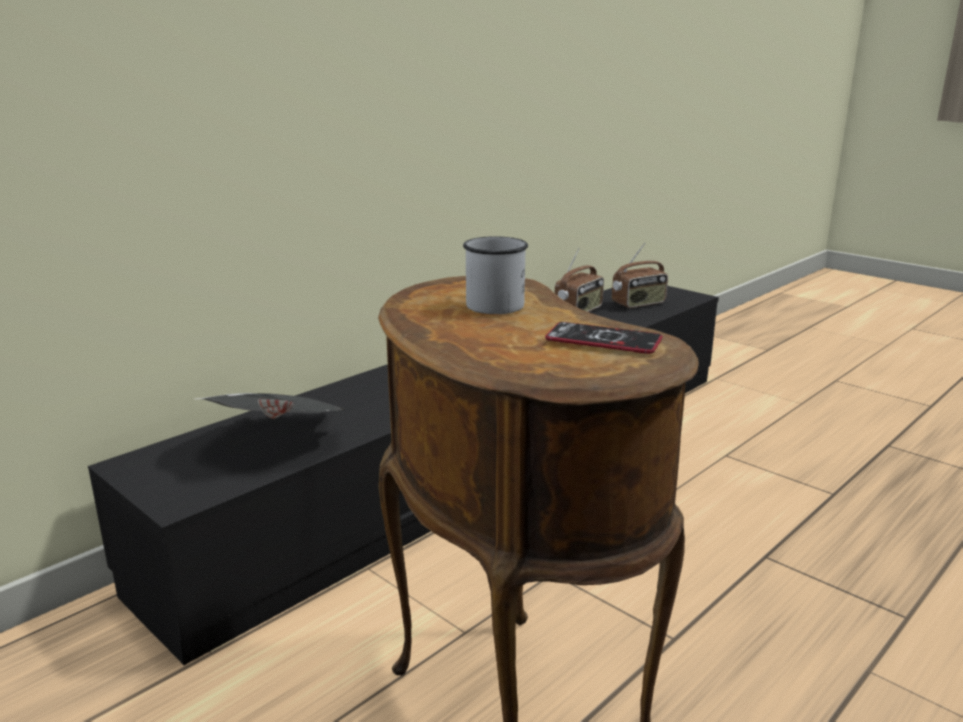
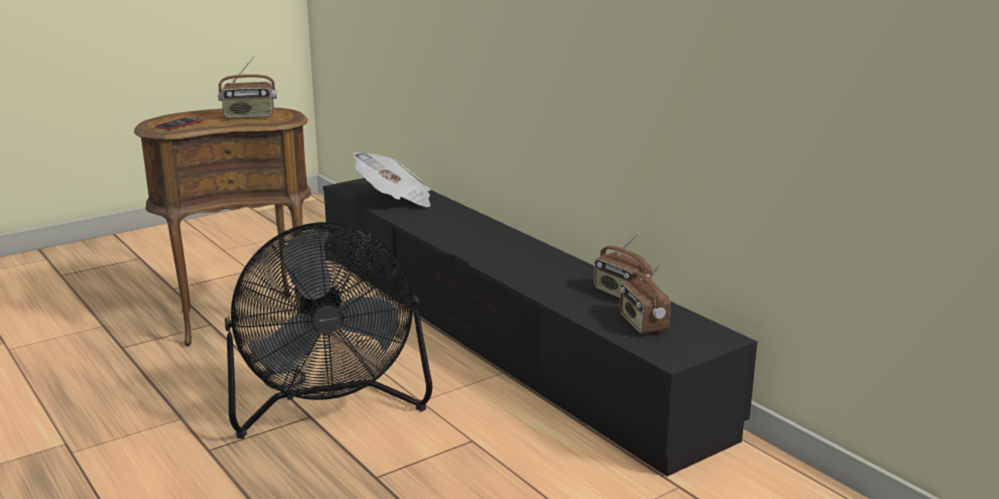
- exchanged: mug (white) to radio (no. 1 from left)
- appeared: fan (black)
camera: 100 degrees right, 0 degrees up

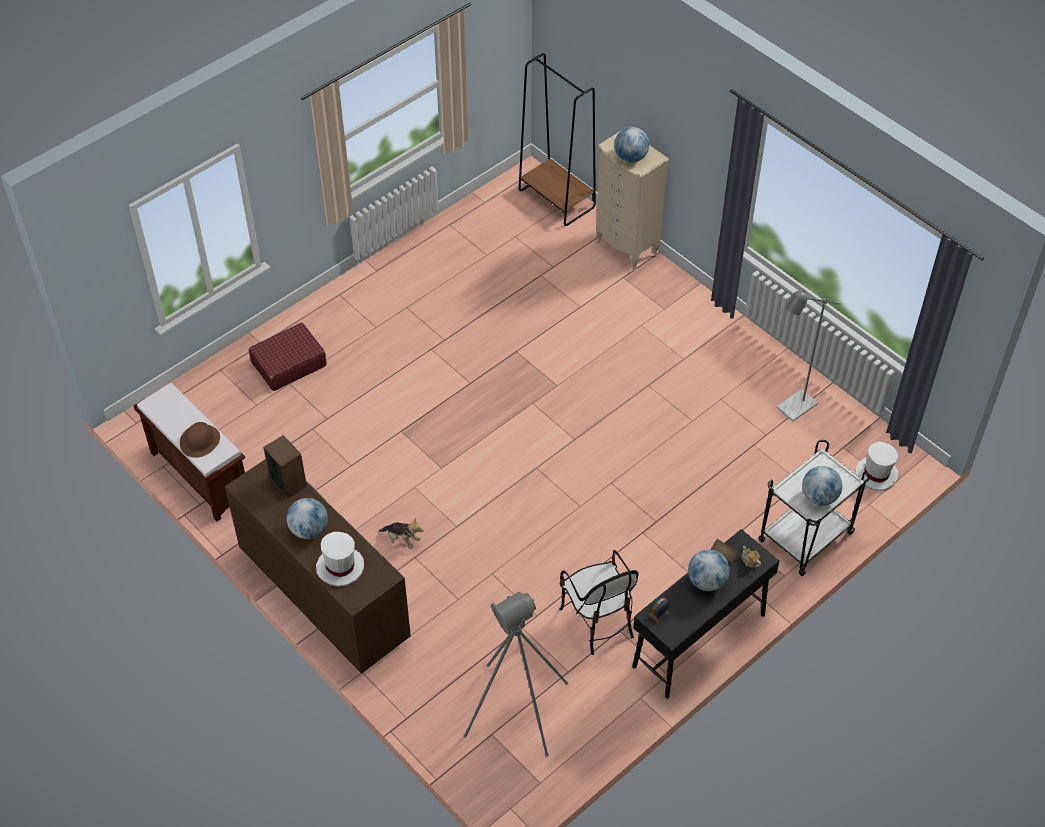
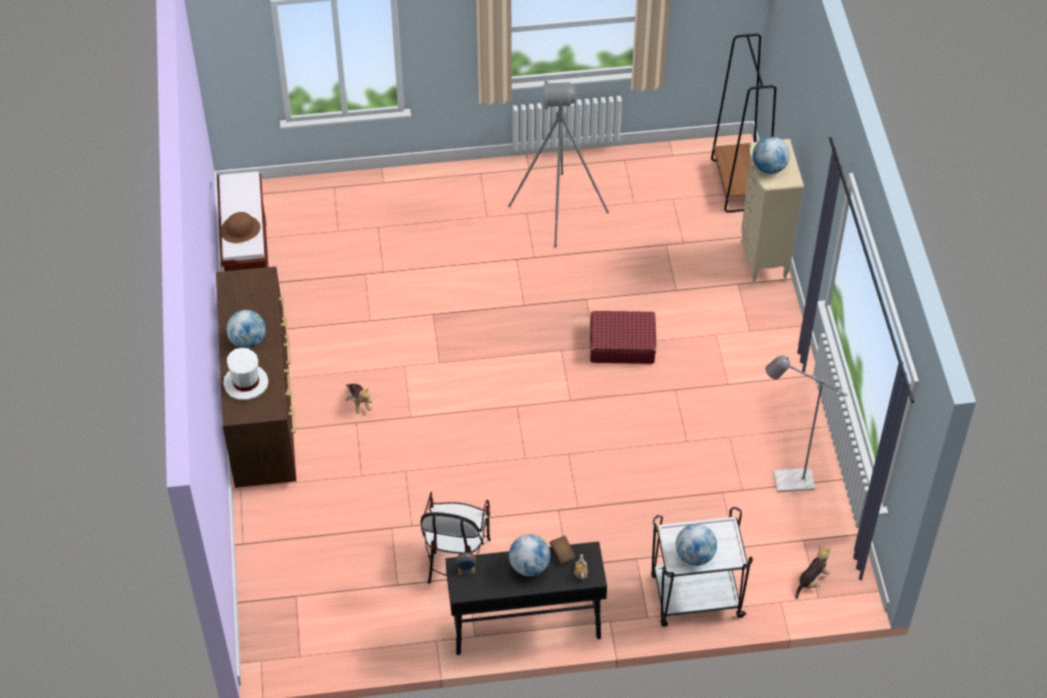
- relocated: suitcase (red)
- missing: speaker
- relocated: floor lamp (grey) (no. 1 from left)
- exchanged: hat (white) (no. 2 from left) to plush toy (no. 2 from left)
camera: 35 degrees right, 0 degrees up

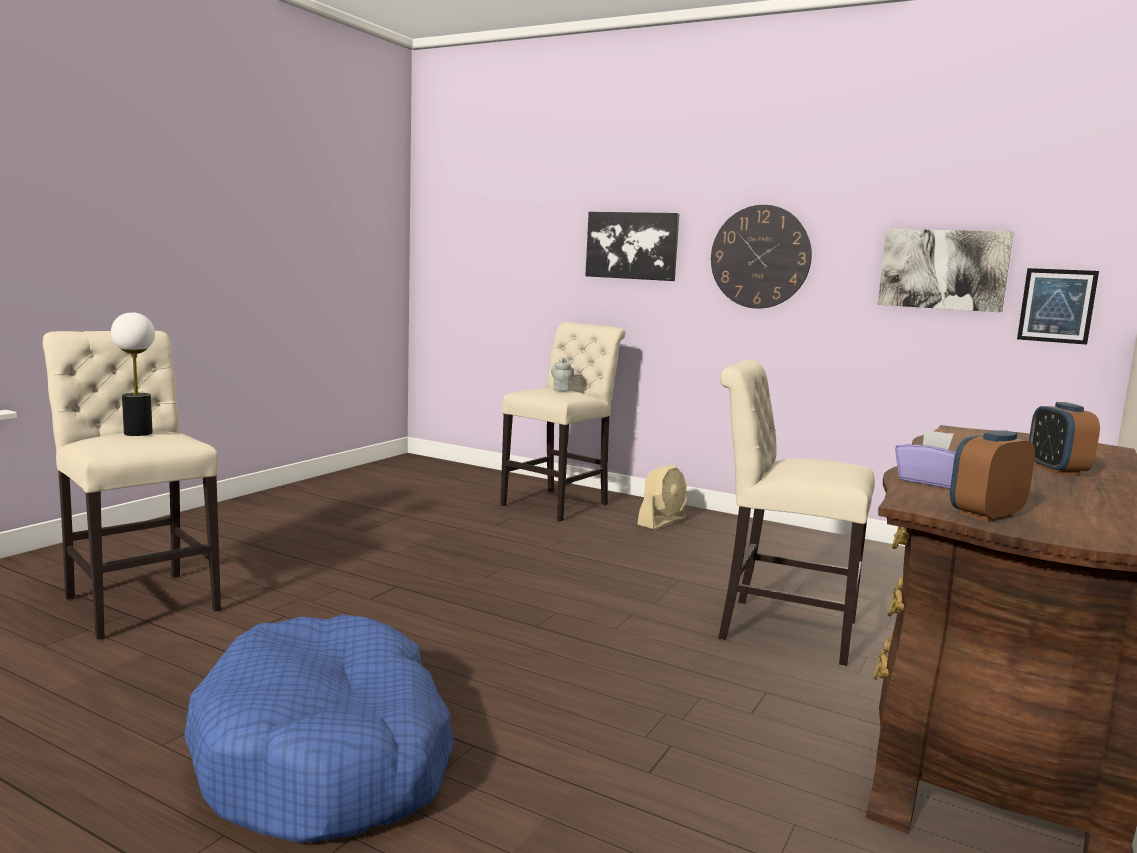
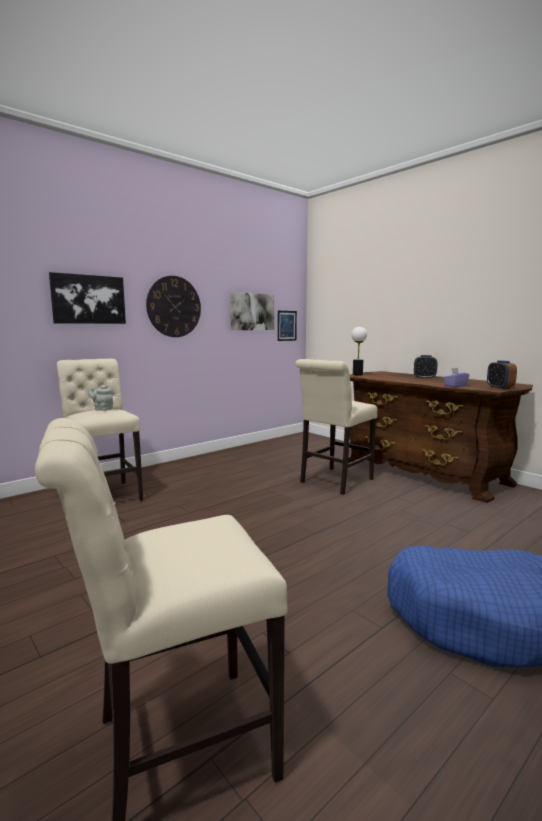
- relocated: table lamp
- missing: fan (beige)
camera: 70 degrees left, 0 degrees up

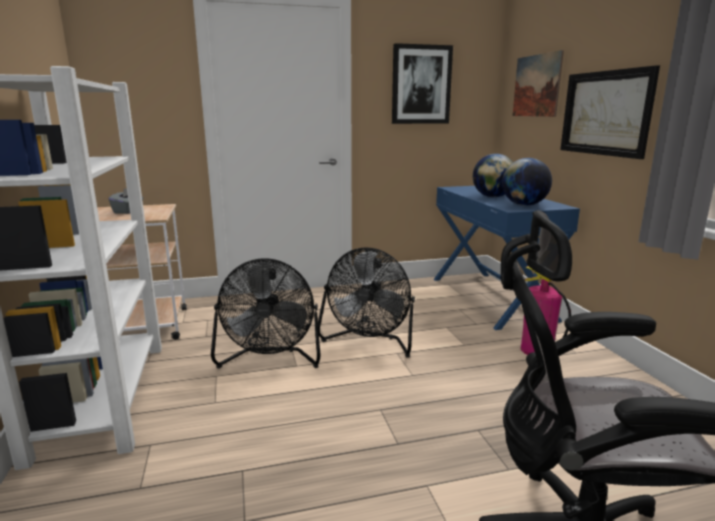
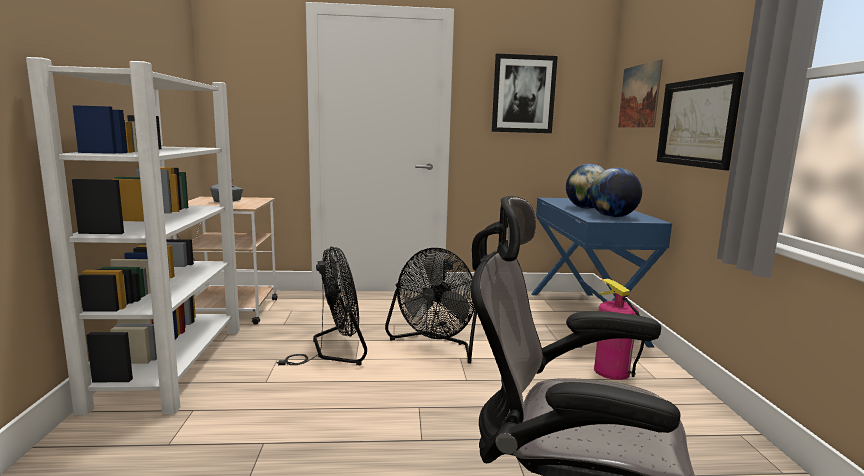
- spun: fan (black) (no. 1 from left) 120 degrees counterclockwise
camera: 10 degrees right, 5 degrees down

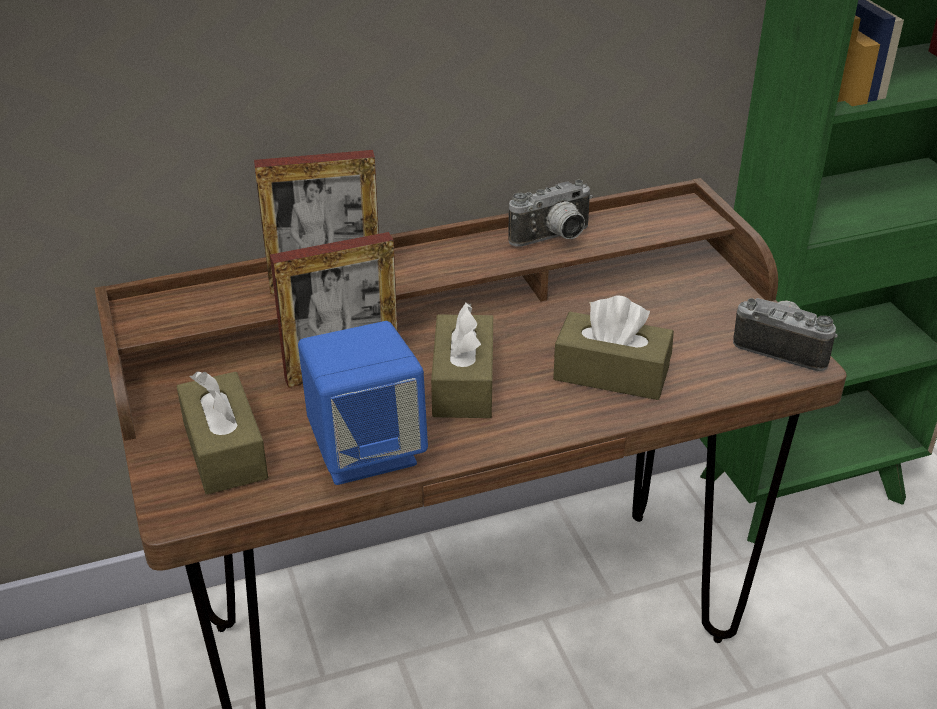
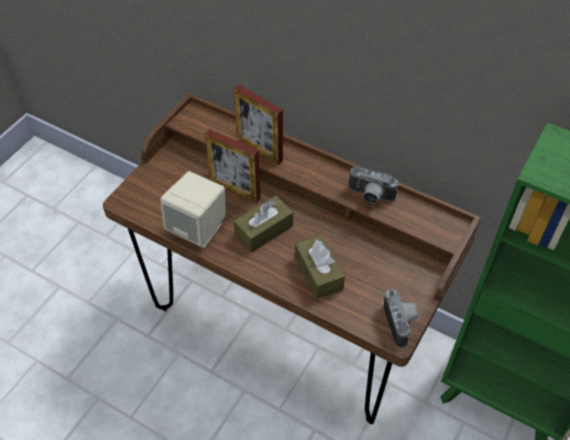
- missing: tissue box (brown) (no. 1 from left)
- colour: speaker (blue) to speaker (beige)
camera: 50 degrees right, 15 degrees up

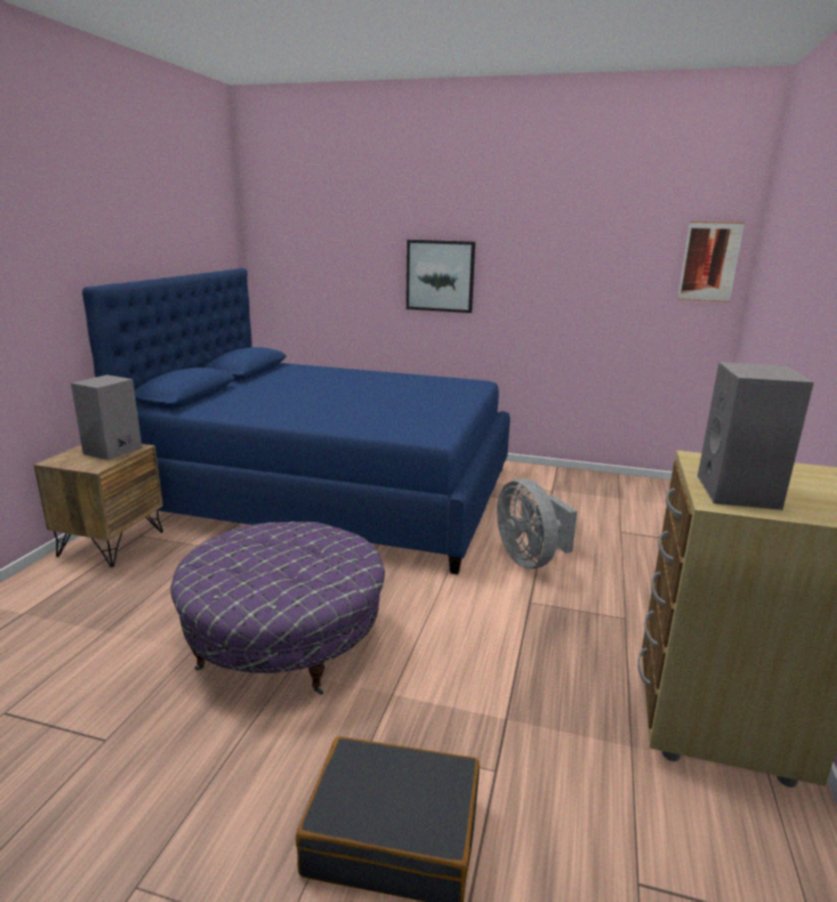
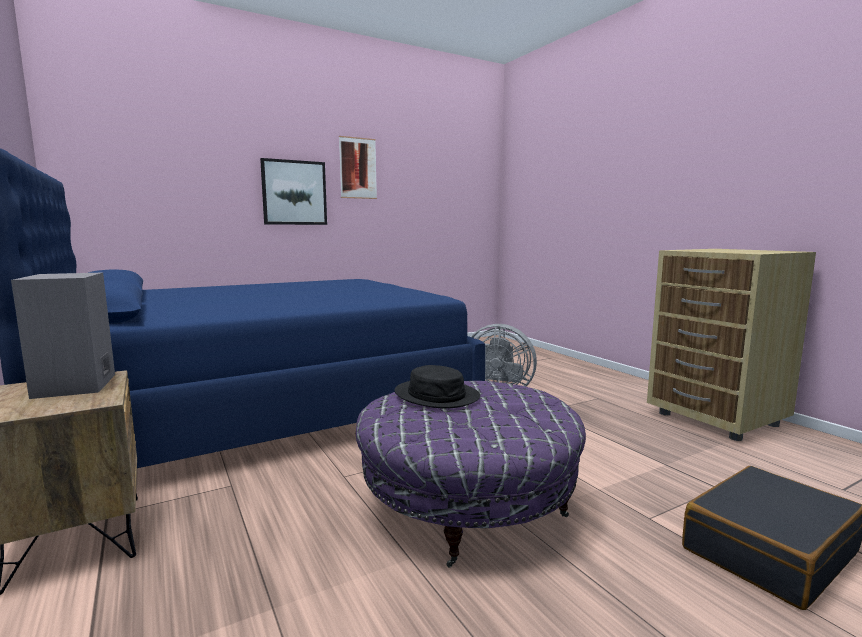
- relocated: picture (no. 2 from left)
- missing: speaker (grey) (no. 2 from left)
- appeared: hat (black)
camera: 45 degrees left, 10 degrees down

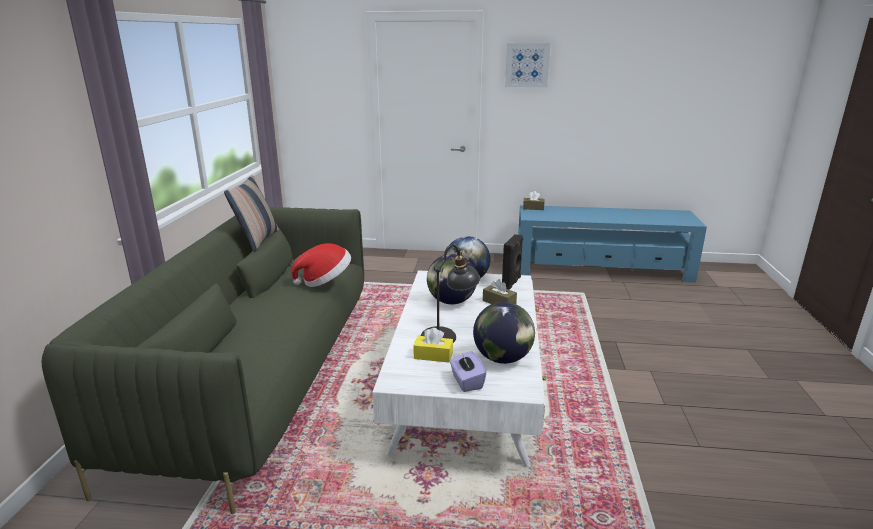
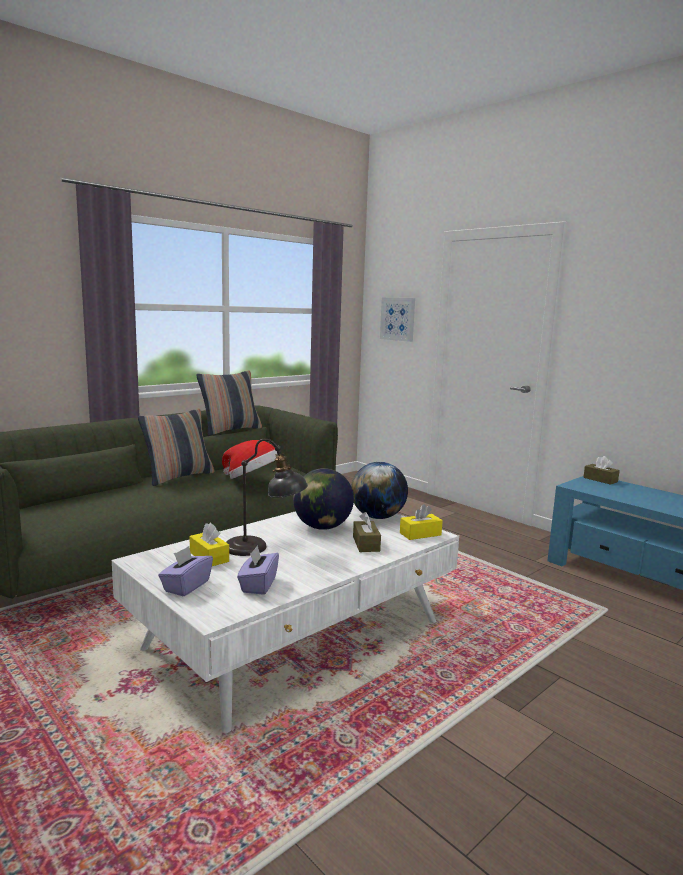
- exchanged: globe (no. 3 from left) to tissue box (purple) (no. 2 from left)
- exchanged: speaker (black) to tissue box (yellow) (no. 2 from left)
- relocated: picture
- appeared: pillow (no. 1 from left)
camera: 40 degrees right, 10 degrees down

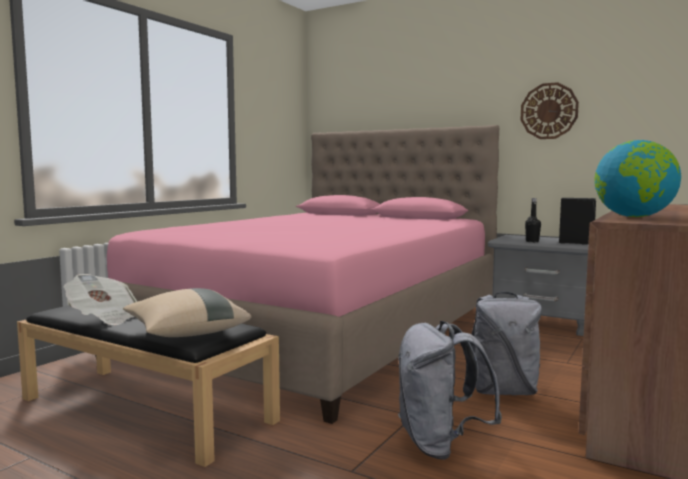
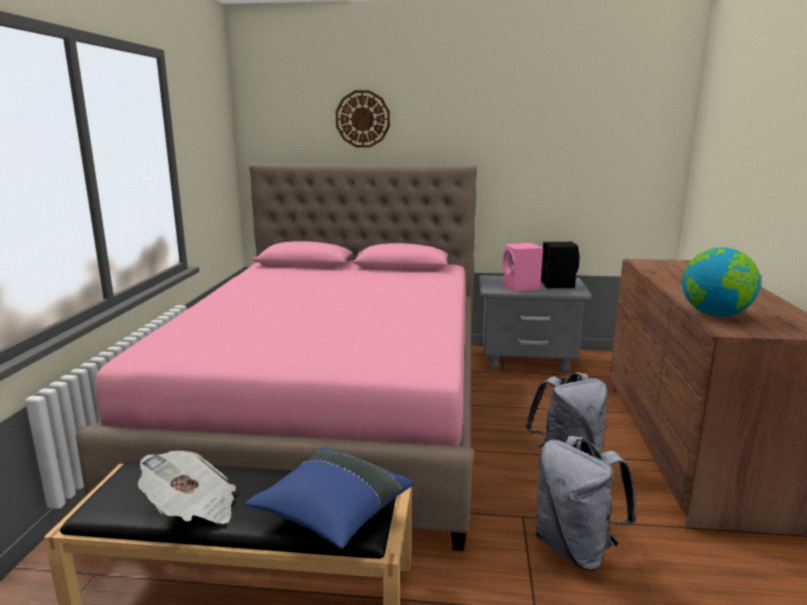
- colour: pillow (beige) to pillow (blue)
- relocated: wall clock
- exchanged: bottle (black) to speaker (pink)
camera: 25 degrees left, 10 degrees up

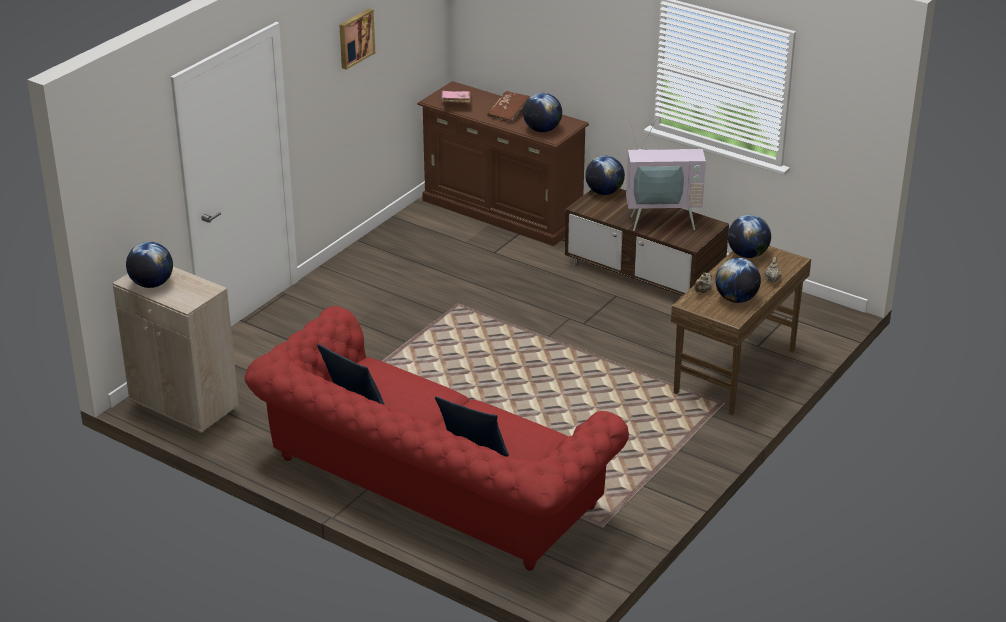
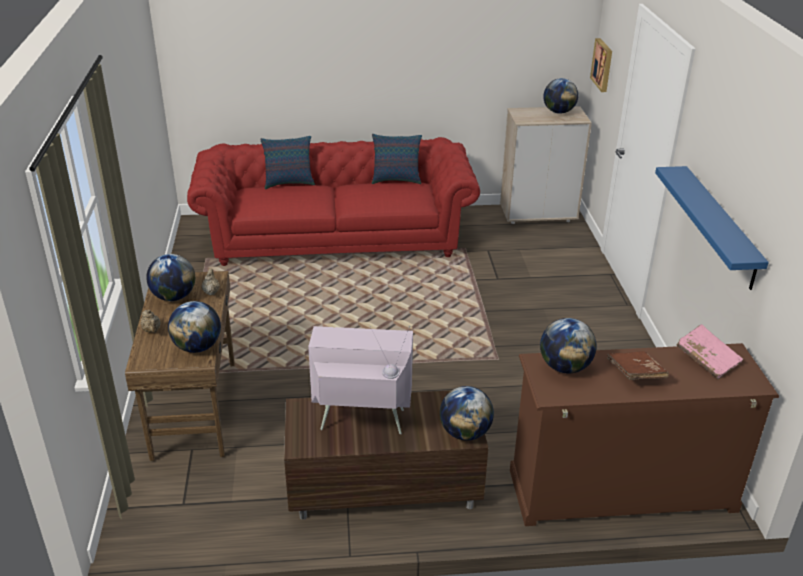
- relocated: picture
- spun: television 45 degrees clockwise
- appeared: shelf (blue)
camera: 140 degrees right, 0 degrees up

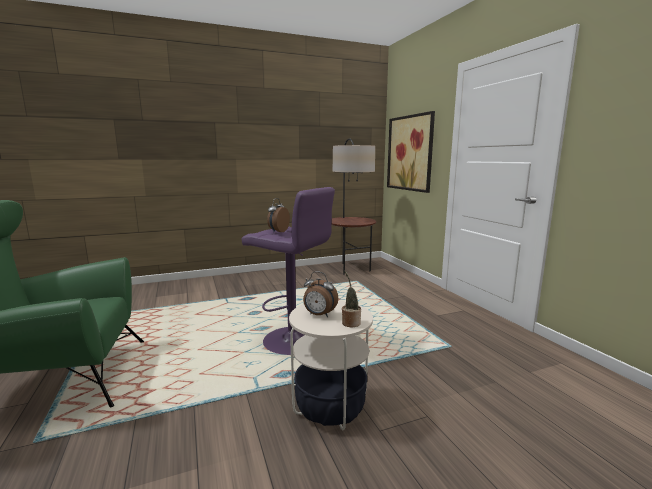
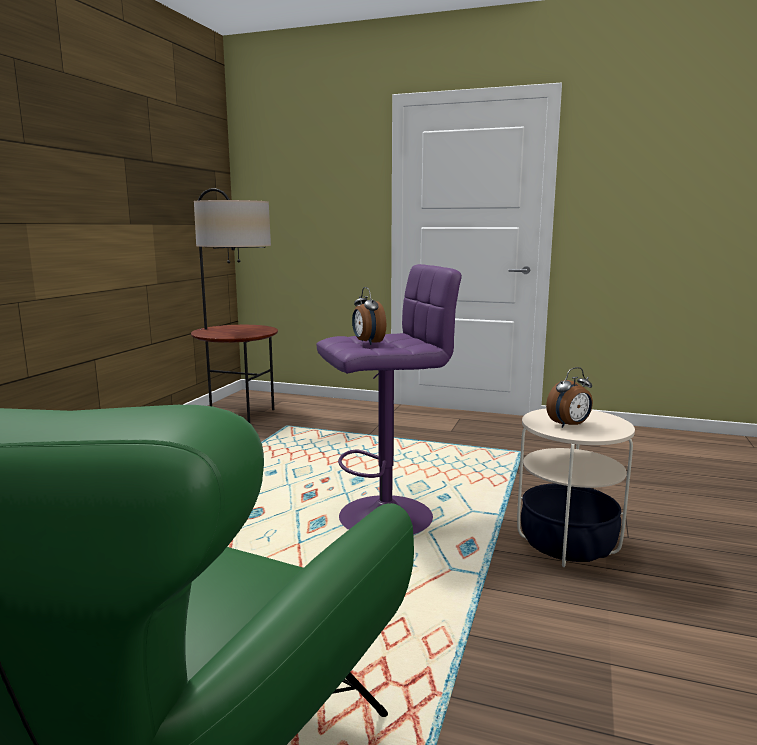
- missing: potted plant
- missing: picture
camera: 50 degrees left, 0 degrees up

